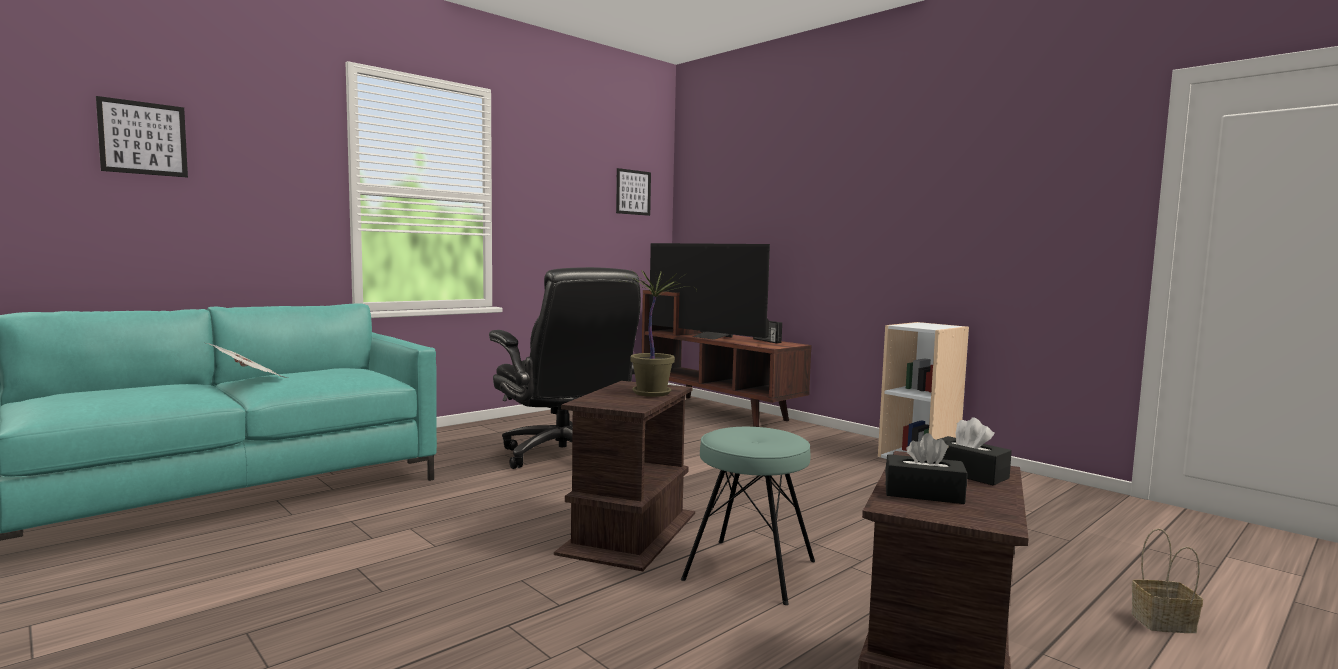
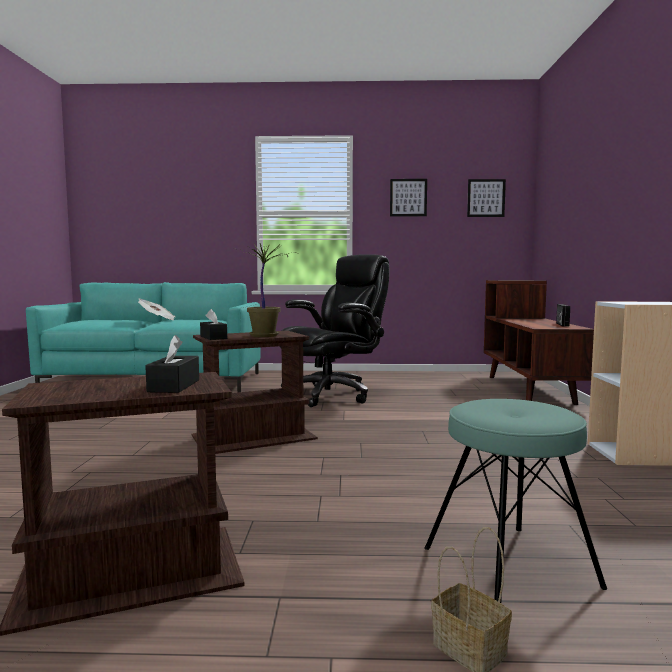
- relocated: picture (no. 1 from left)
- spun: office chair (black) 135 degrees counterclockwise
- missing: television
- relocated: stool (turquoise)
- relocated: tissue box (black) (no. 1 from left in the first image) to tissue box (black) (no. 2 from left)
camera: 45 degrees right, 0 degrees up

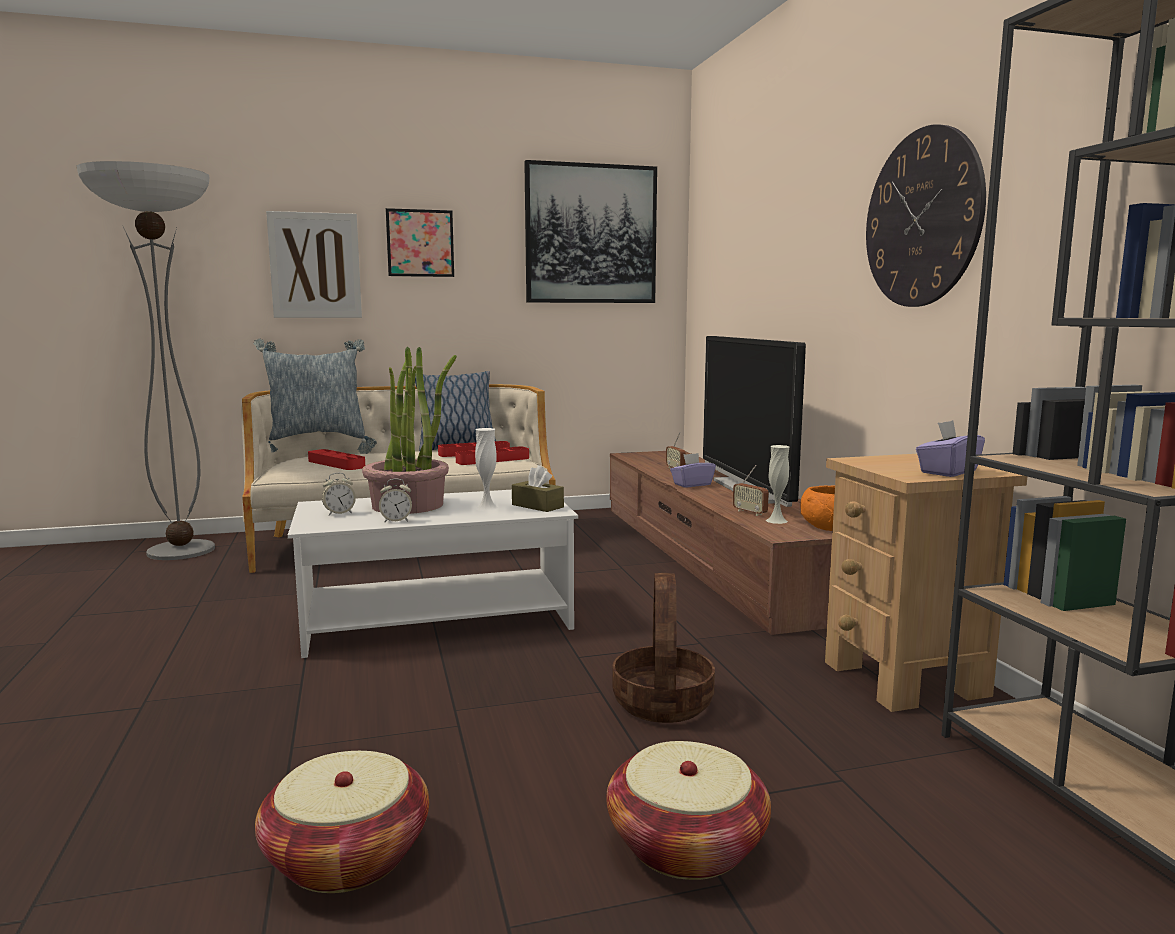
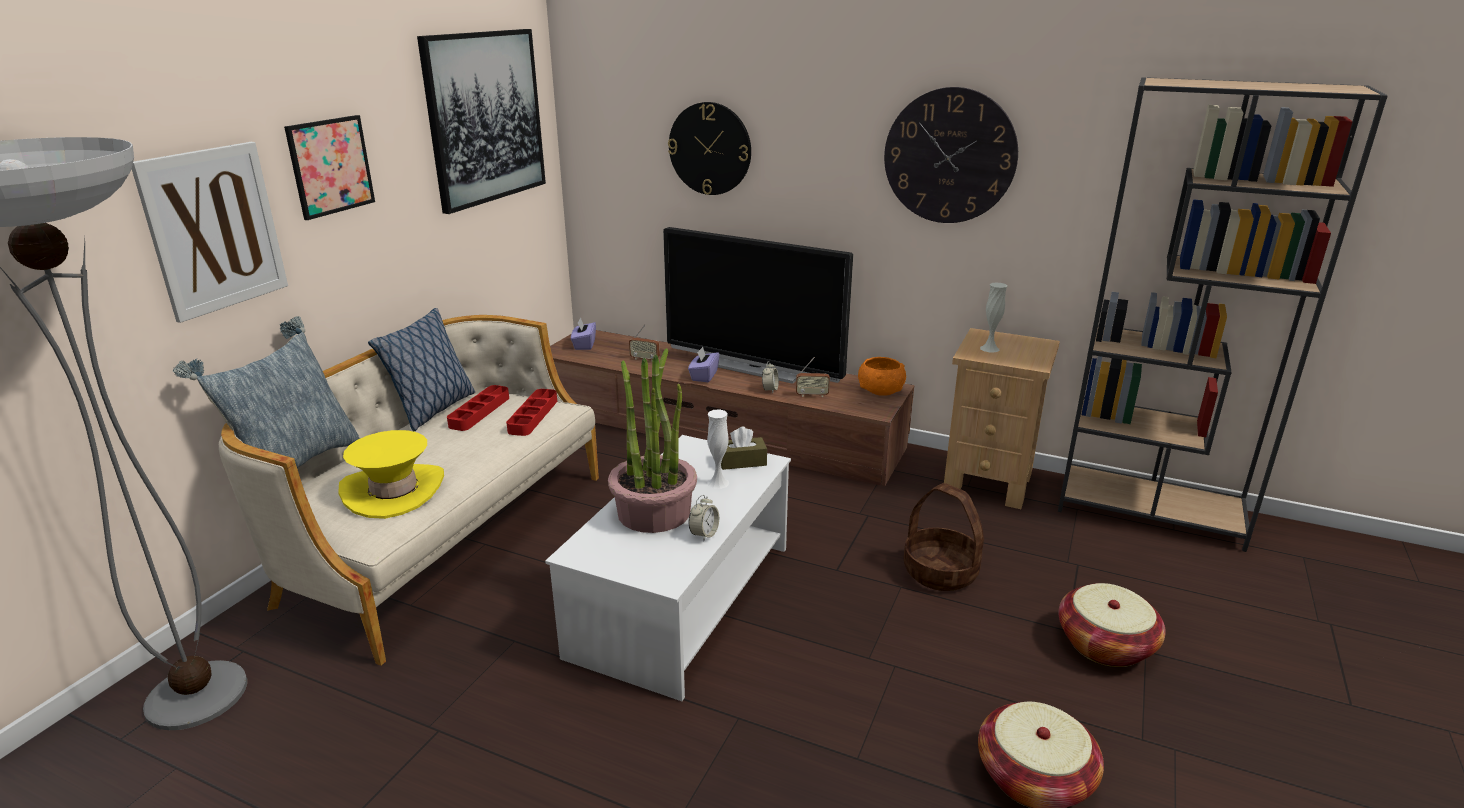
- exchanged: tray (red) (no. 1 from left) to hat (yellow)
- relocated: alarm clock (no. 1 from left in the first image) to alarm clock (no. 2 from left)
- relocated: vase (white) (no. 2 from left)
- relocated: tissue box (purple) (no. 2 from left in the first image) to tissue box (purple) (no. 1 from left)
- appeared: wall clock (no. 1 from left)
camera: 50 degrees left, 15 degrees up

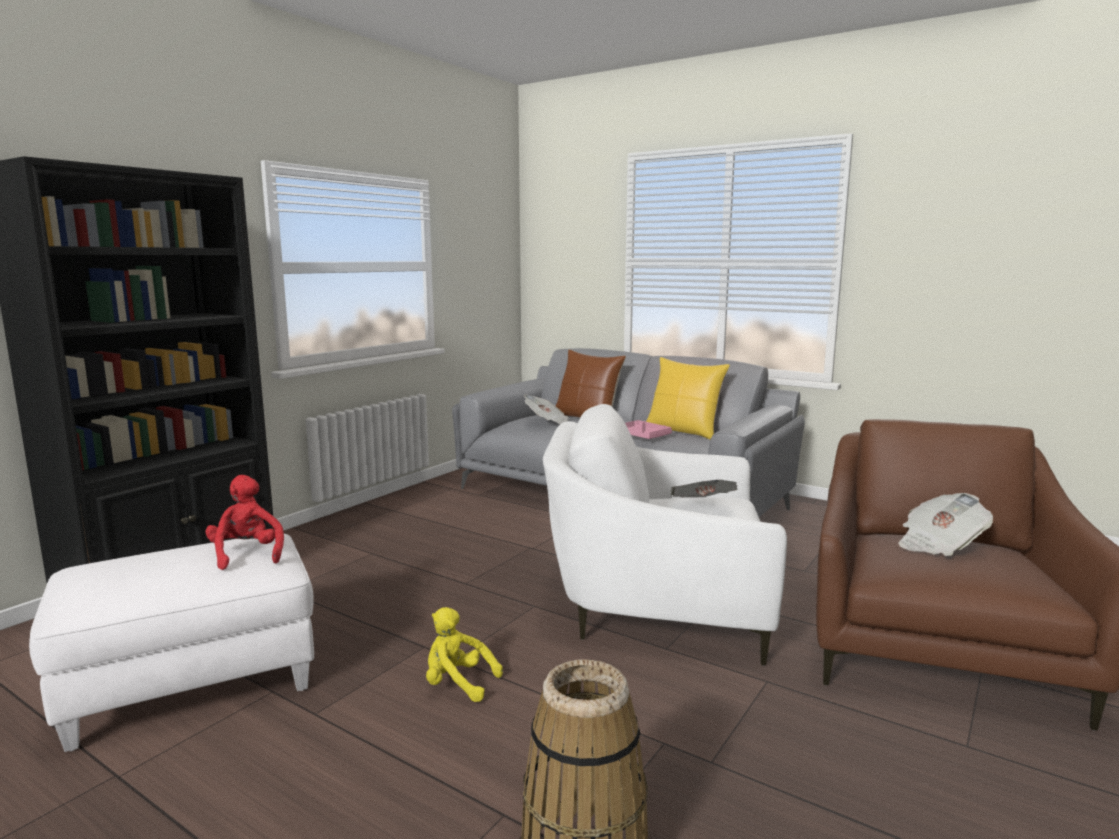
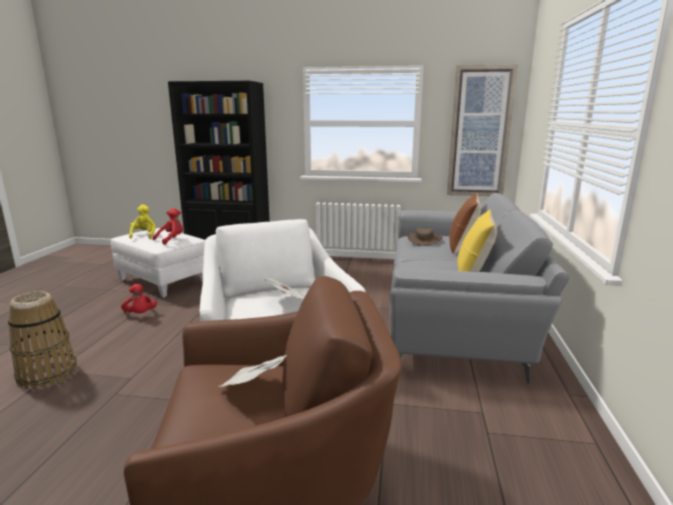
- relocated: plush toy (yellow)
- exchanged: newspaper (no. 1 from left) to hat (brown)
- missing: tray (pink)
- appeared: plush toy (red) (no. 1 from left)
- appeared: picture
camera: 65 degrees right, 5 degrees up

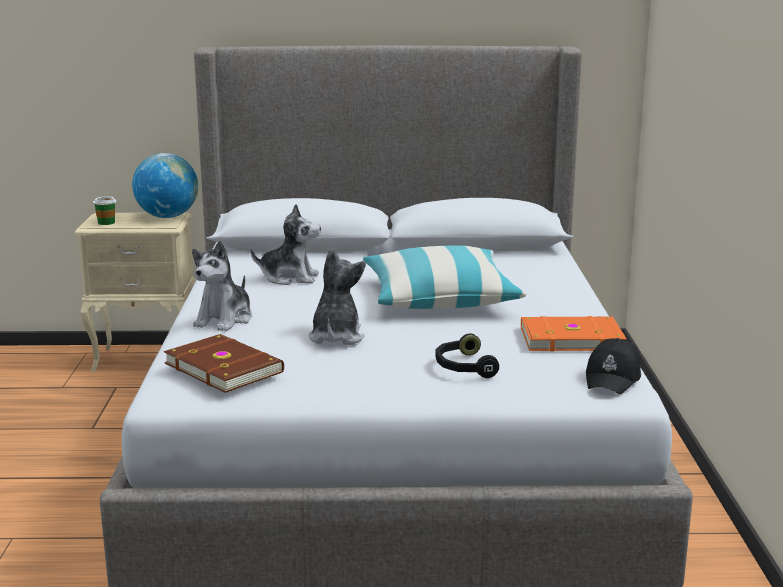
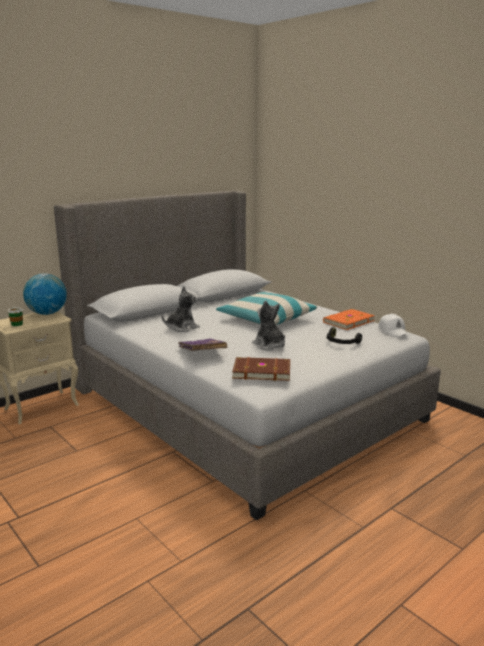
- exchanged: plush toy (no. 1 from left) to book (purple)
- colour: cap (black) to cap (white)
camera: 40 degrees left, 0 degrees up

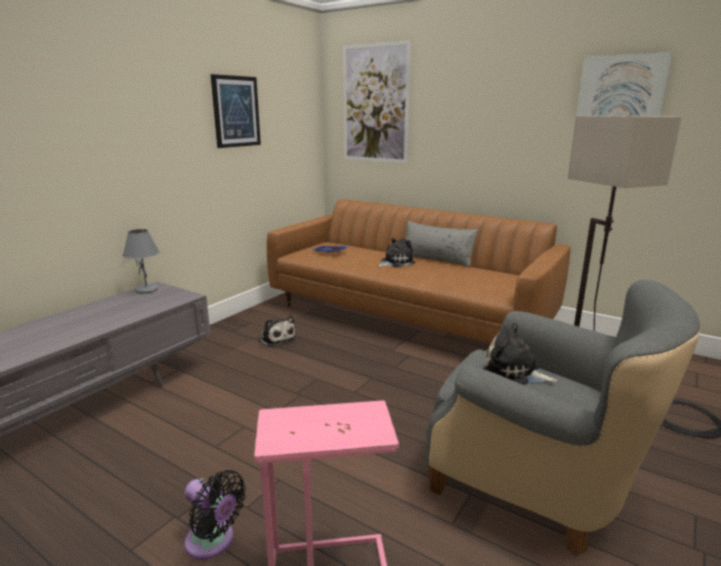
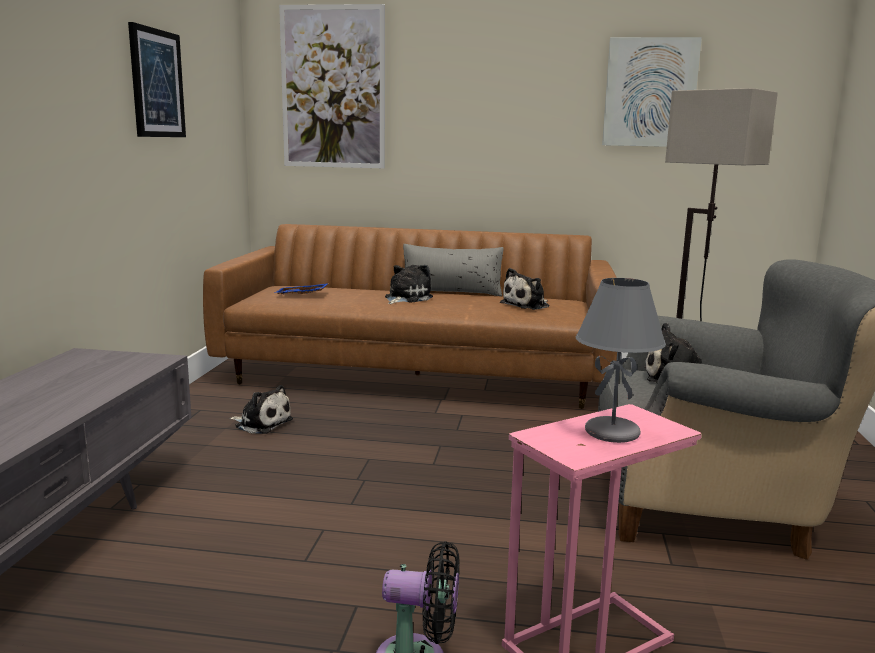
- relocated: table lamp (grey)
- appeared: plush toy (no. 3 from left)
camera: 25 degrees left, 5 degrees down

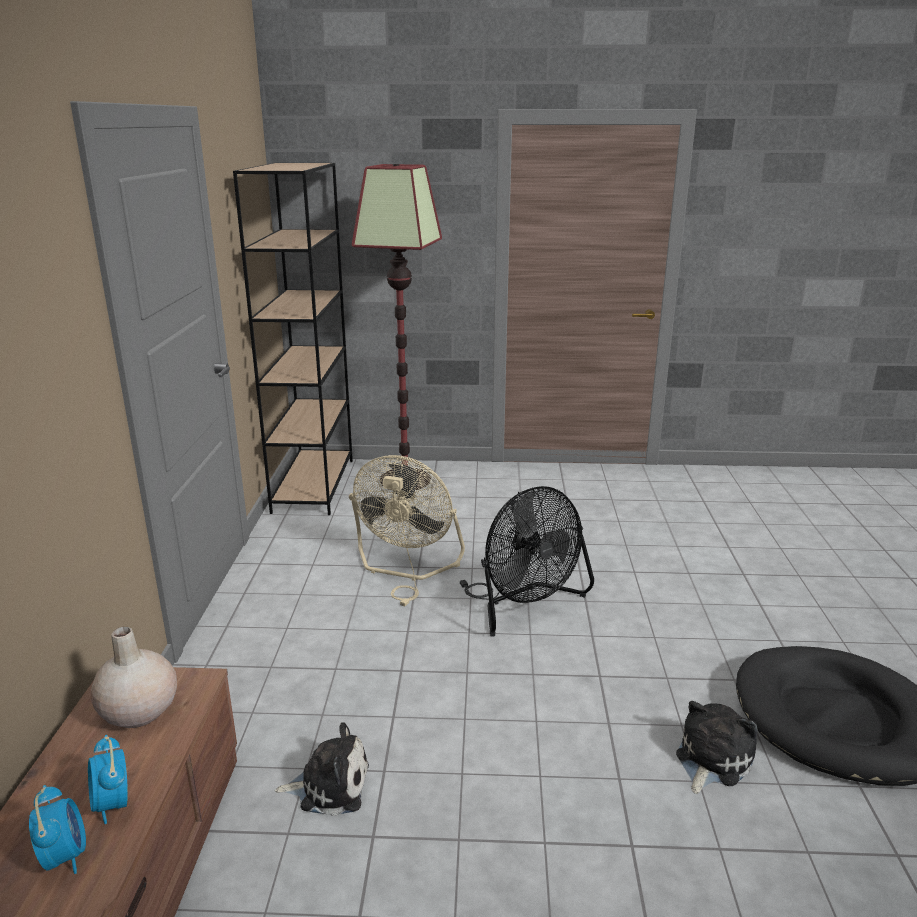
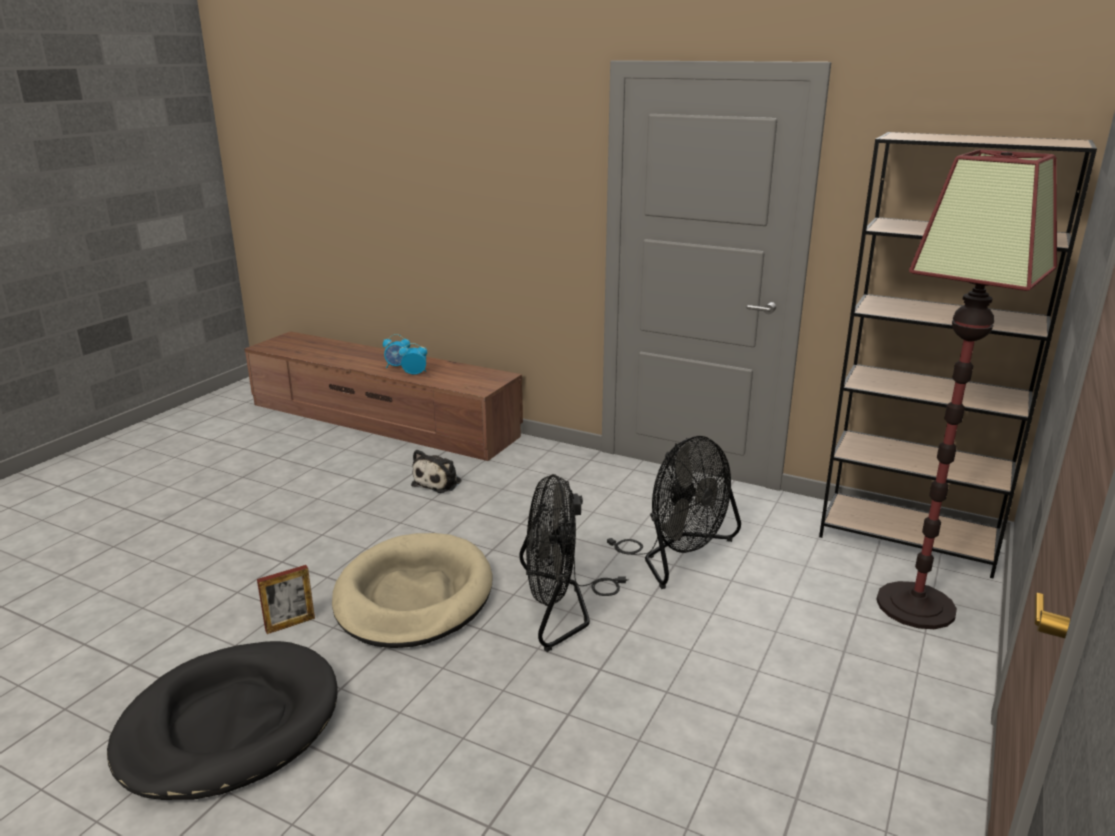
- missing: vase (beige)
- colour: fan (beige) to fan (black) (no. 2 from left)
- exchanged: plush toy (no. 2 from left) to picture frame
- appeared: dog bed (beige)
camera: 115 degrees right, 0 degrees up

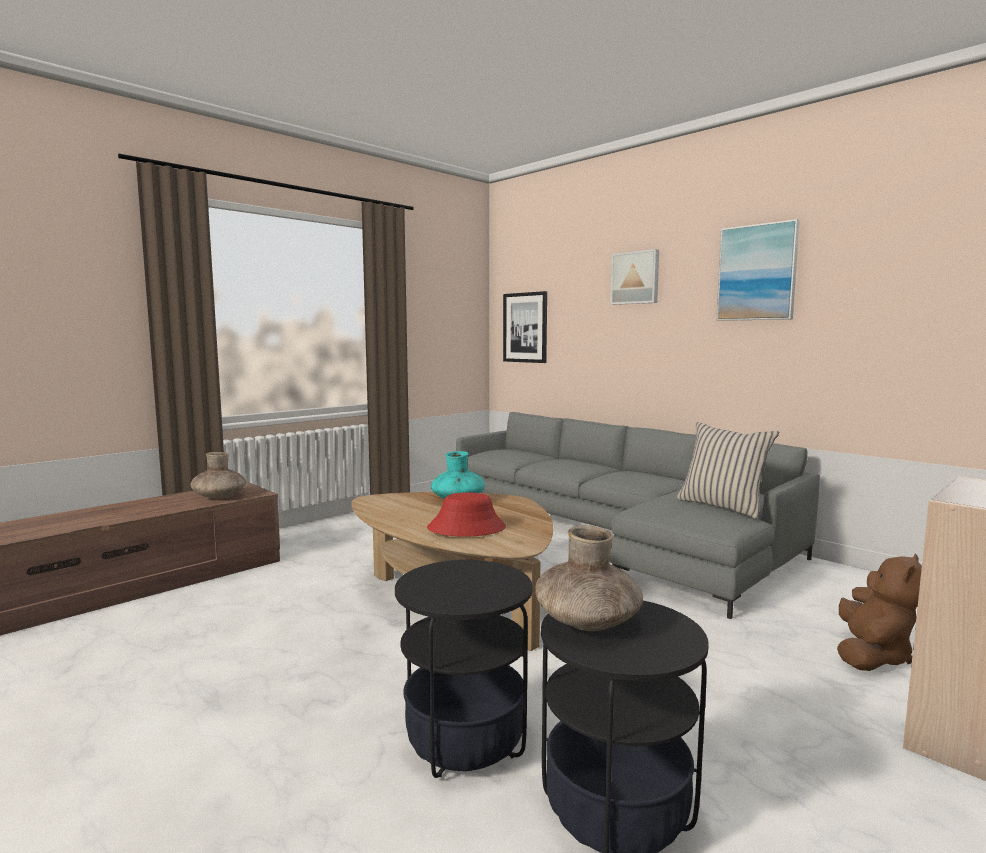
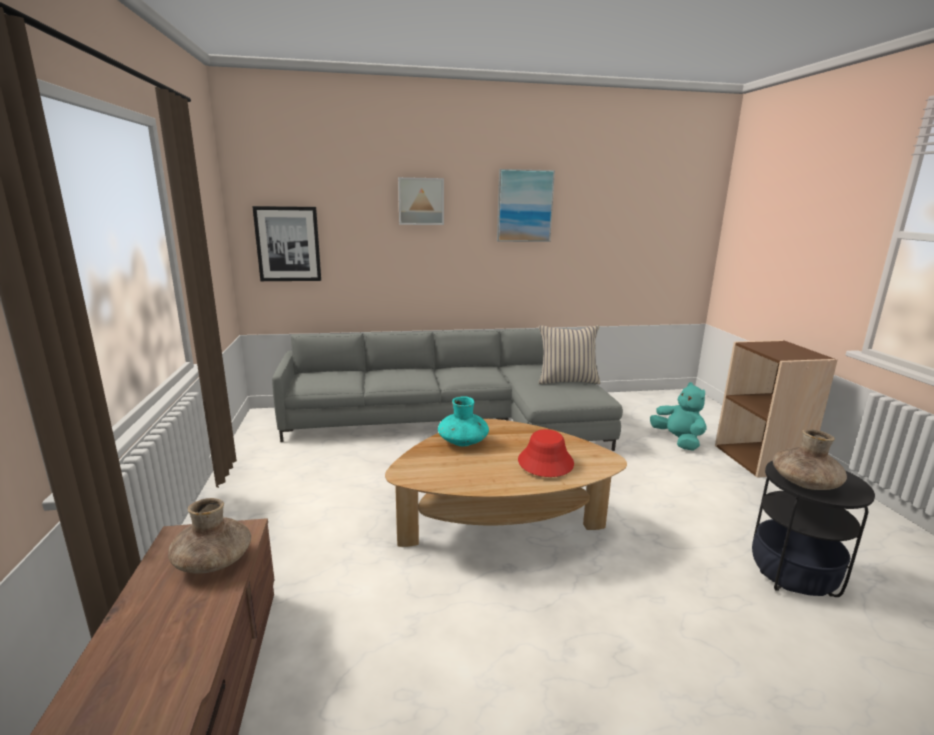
- missing: side table (black) (no. 1 from left)
- colour: plush toy (brown) to plush toy (turquoise)
camera: 55 degrees left, 10 degrees up

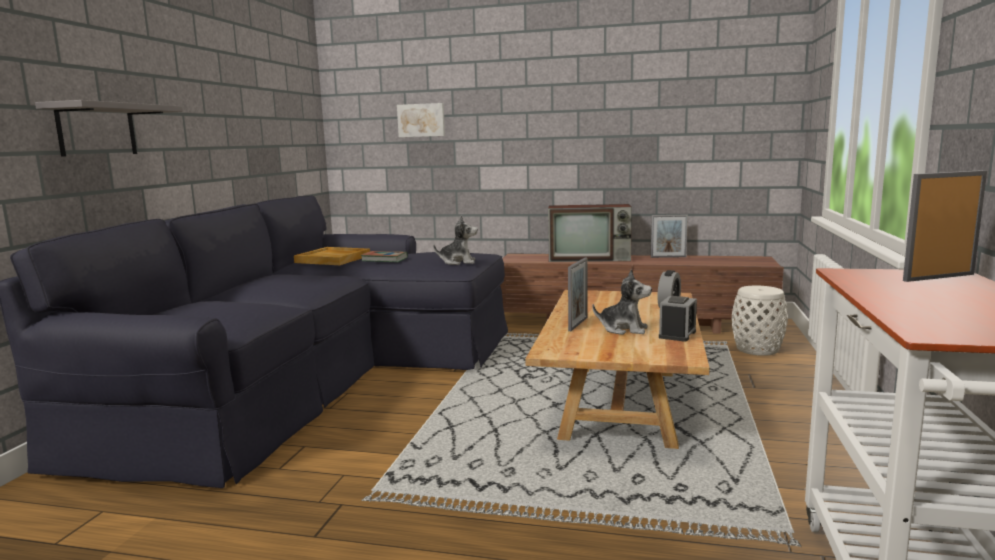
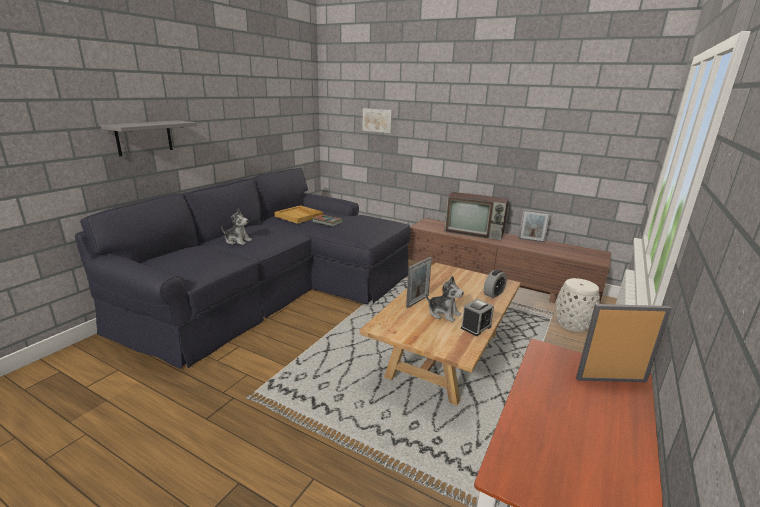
- relocated: plush toy (no. 1 from left)
camera: 15 degrees right, 10 degrees up

